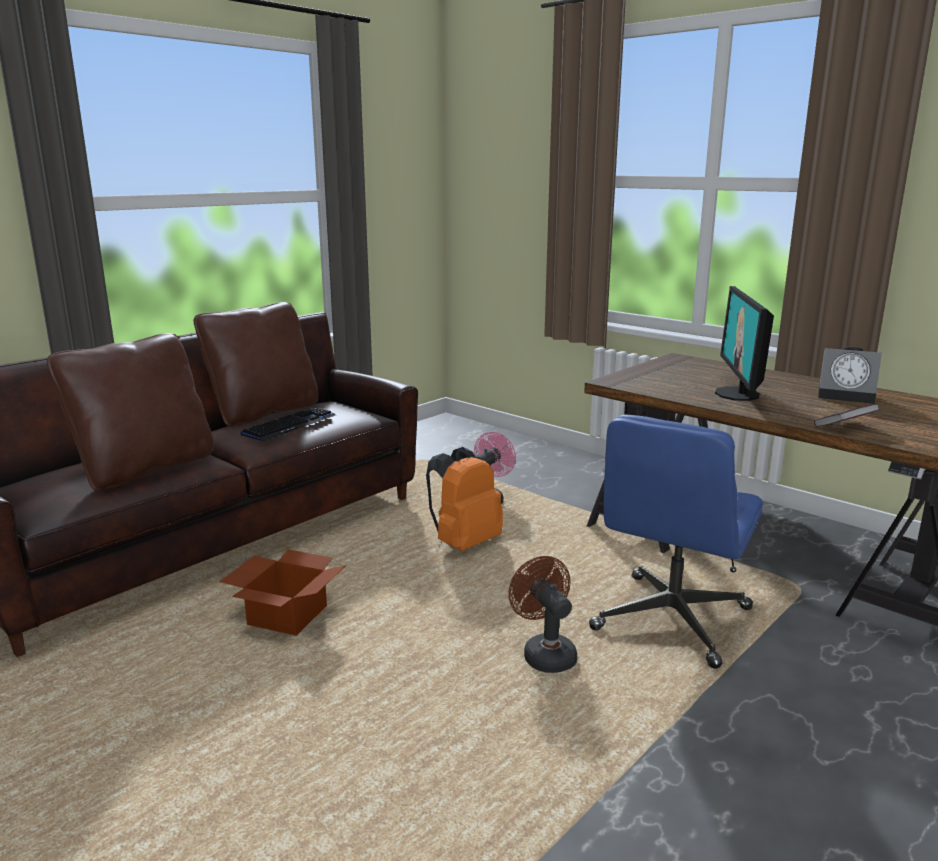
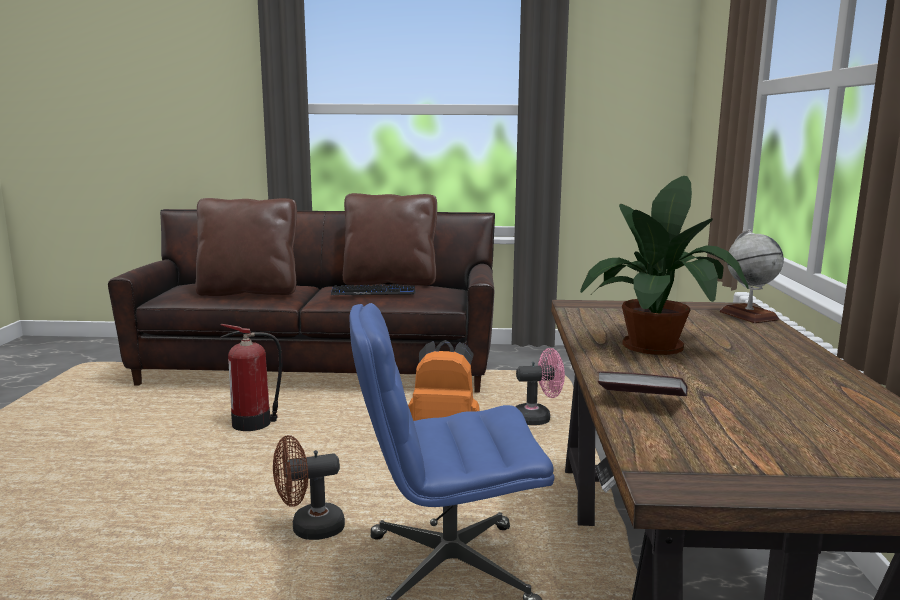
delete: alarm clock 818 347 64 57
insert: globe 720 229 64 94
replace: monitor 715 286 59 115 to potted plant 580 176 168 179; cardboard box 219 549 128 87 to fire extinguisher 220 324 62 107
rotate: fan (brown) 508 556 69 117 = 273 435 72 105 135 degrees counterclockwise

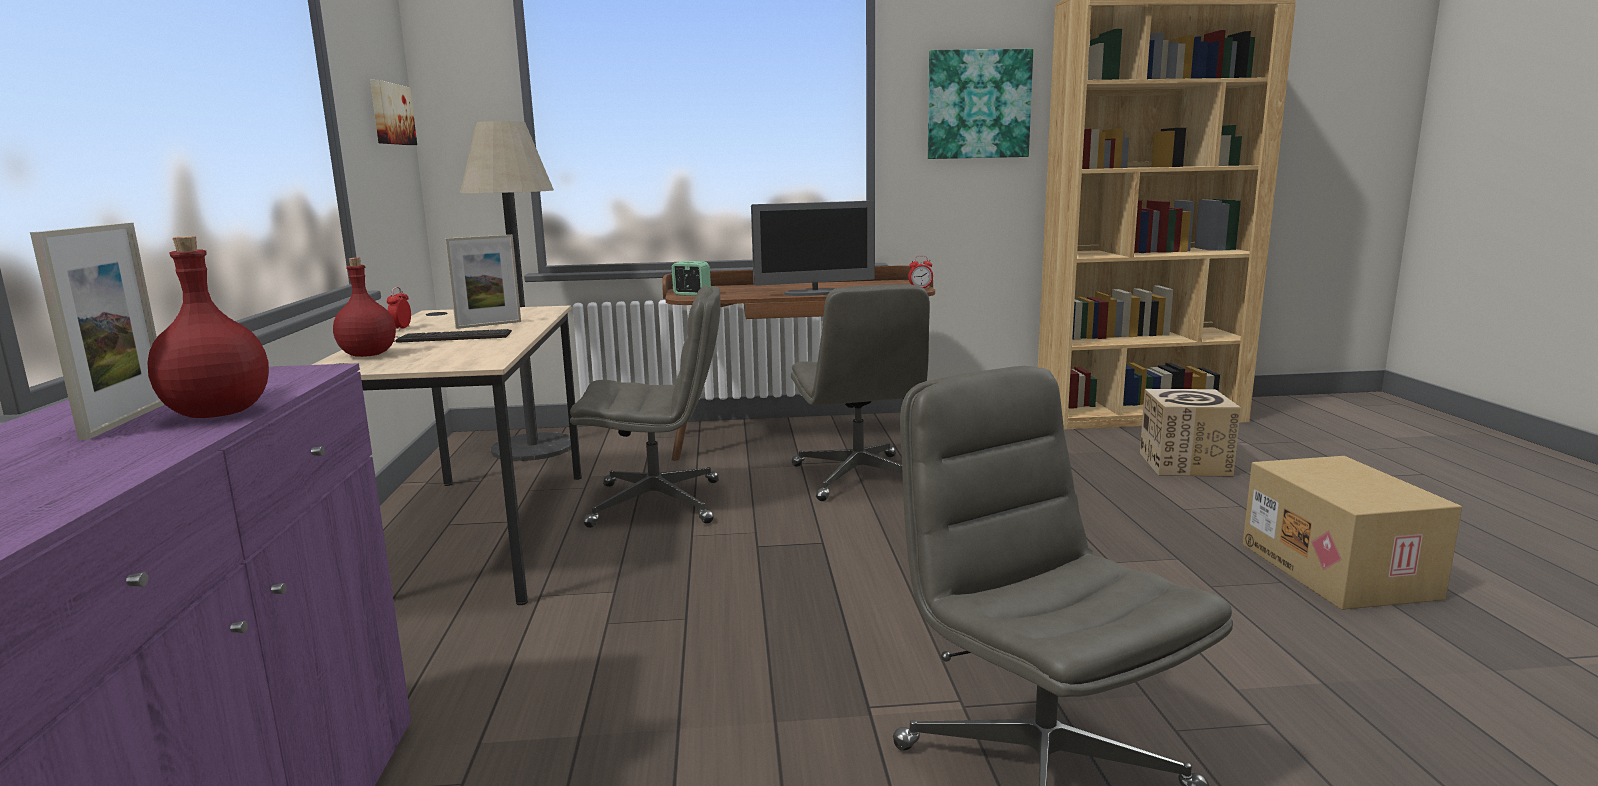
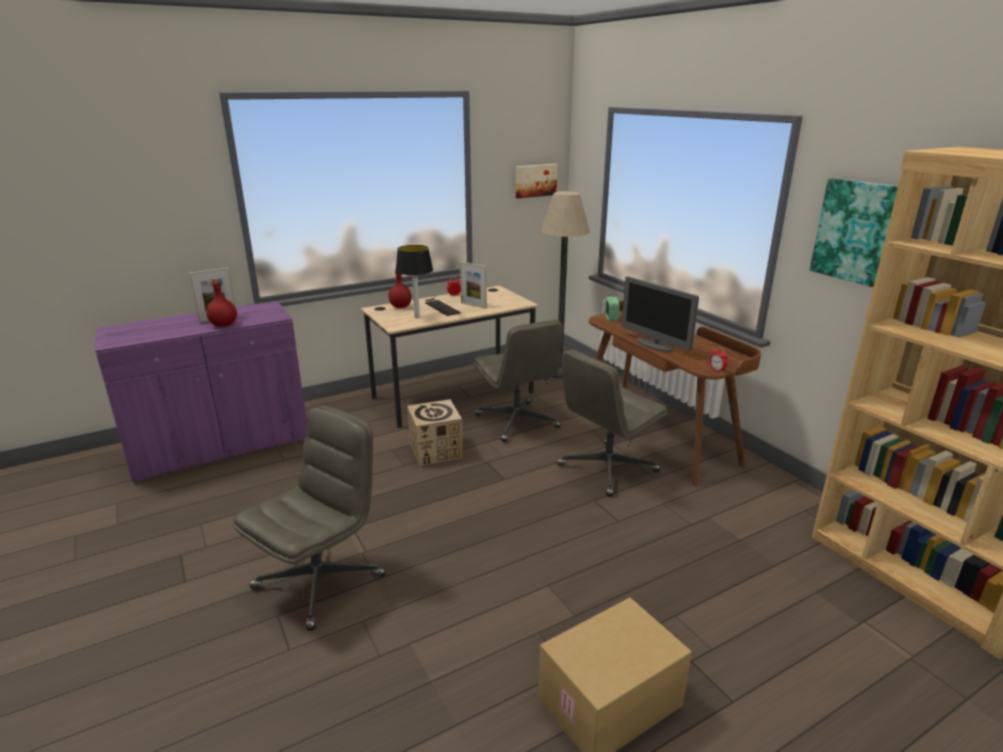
insert: table lamp 395 245 38 73
move: cardboard box 1140 389 101 88 to 407 399 55 67

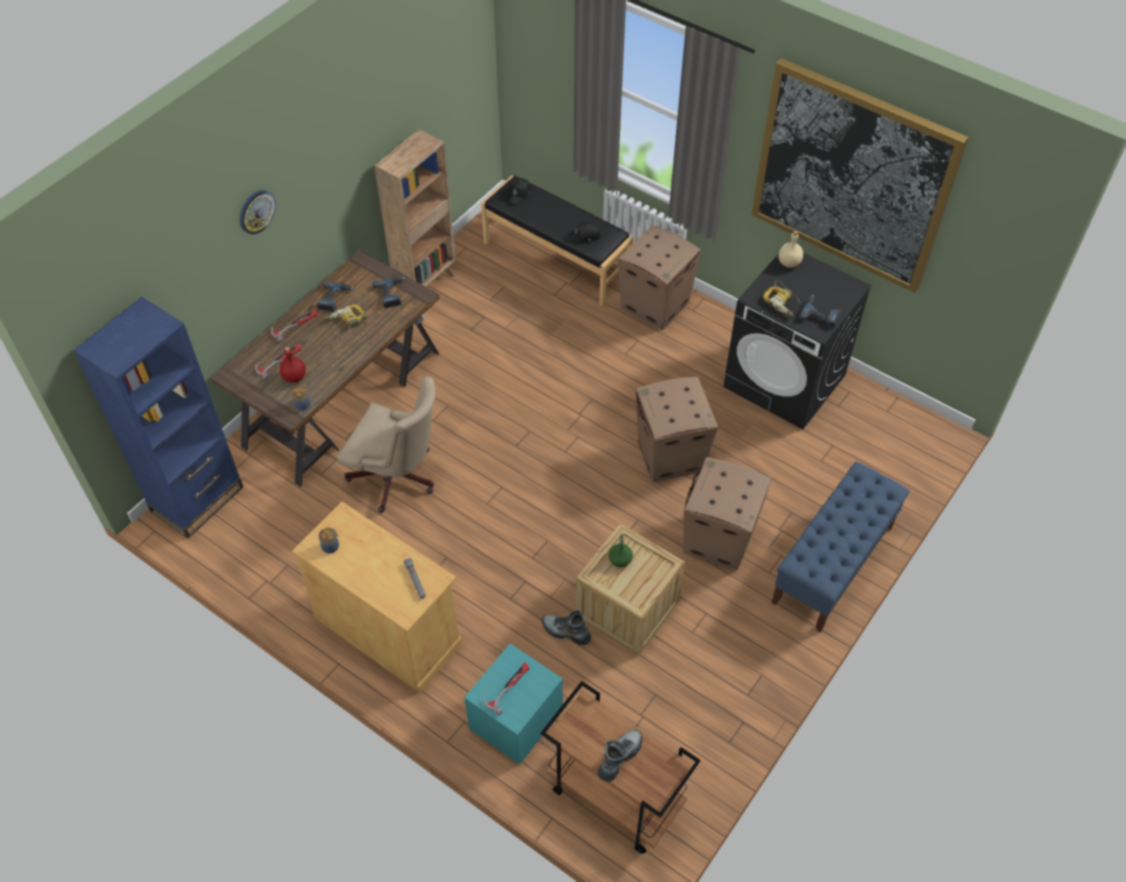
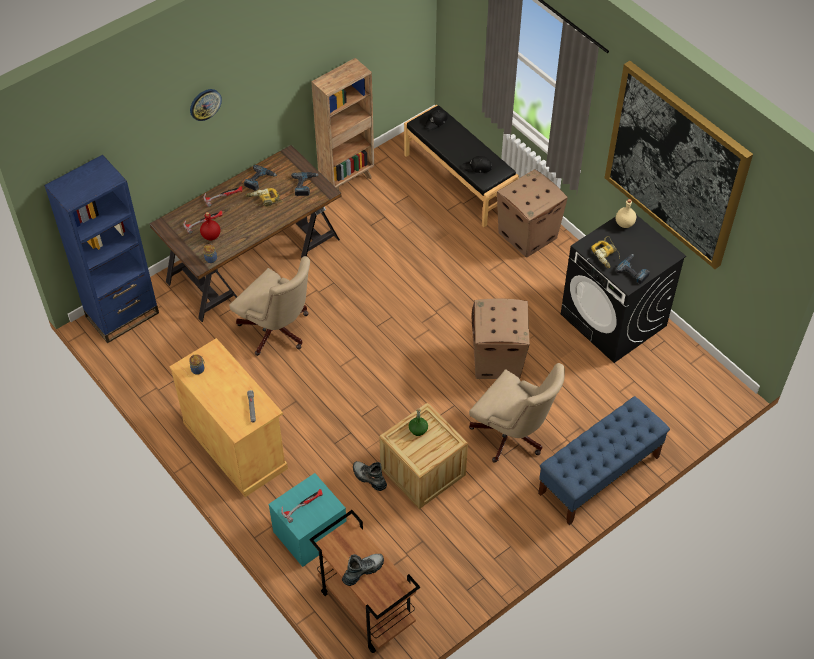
replace: cardboard box 683 457 88 114 to office chair (beige) 469 363 96 100

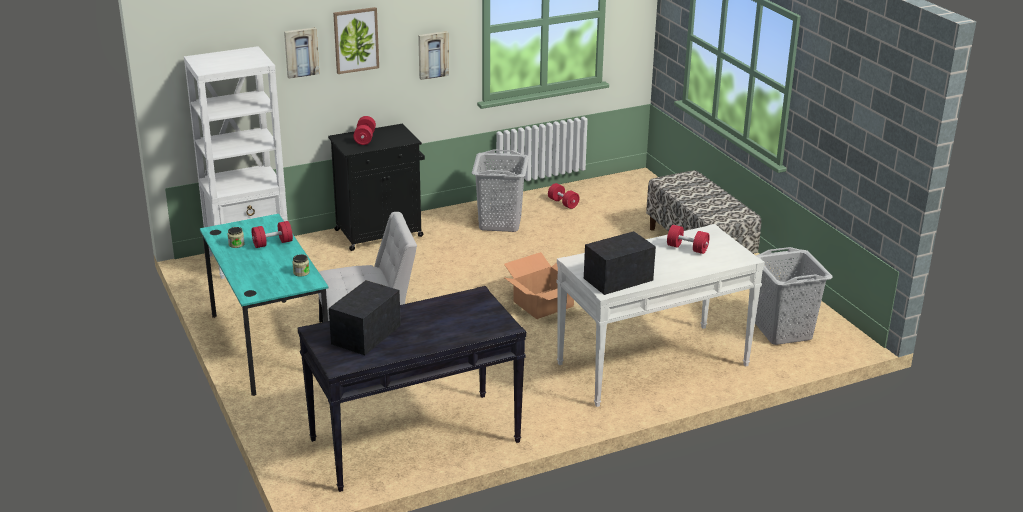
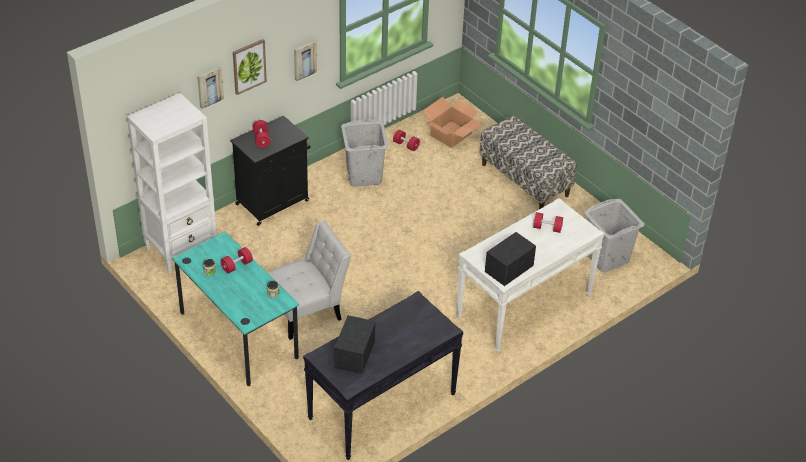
move: cardboard box 504 252 70 67 to 422 97 62 51

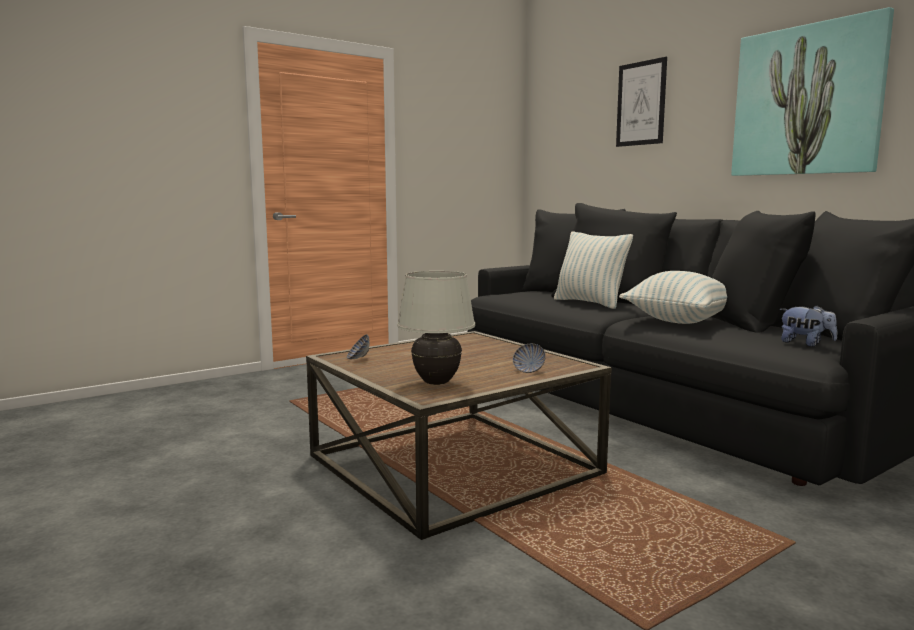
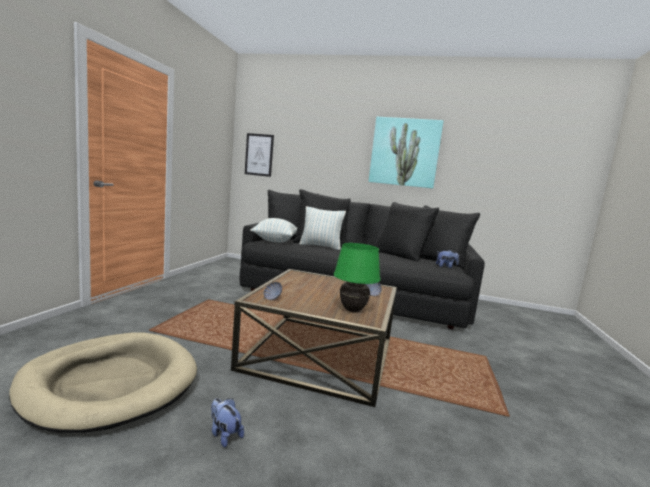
insert: dog bed (beige) 9 332 188 101; plush toy 211 398 33 50
move: picture 616 57 51 90 to 245 133 29 44; pillow 619 271 108 53 to 250 218 47 25
recolor: table lamp (white) 397 271 78 114 to table lamp (green) 334 243 46 69

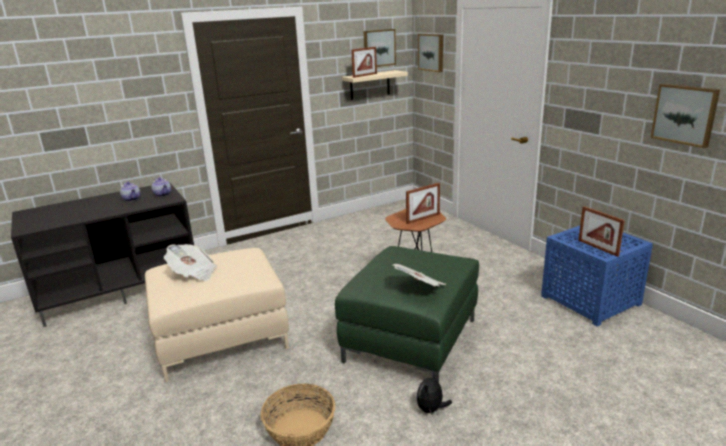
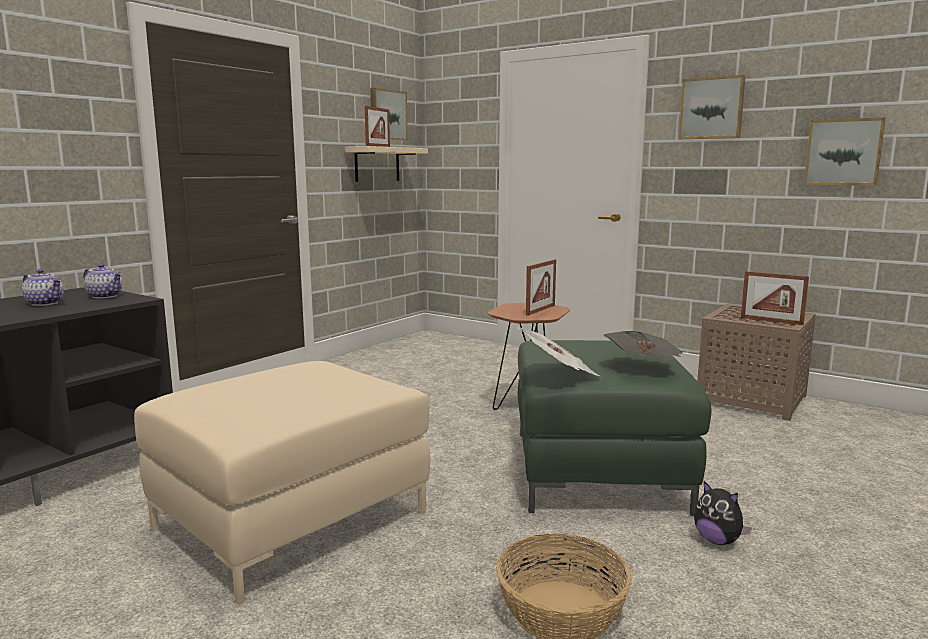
move: picture 418 34 25 38 to 679 75 66 64; newspaper 164 244 53 37 to 517 327 82 49
recolor: side table (blue) 541 226 112 100 to side table (brown) 697 304 119 117
rotate: plush toy 416 372 36 42 = 694 481 58 64 45 degrees counterclockwise

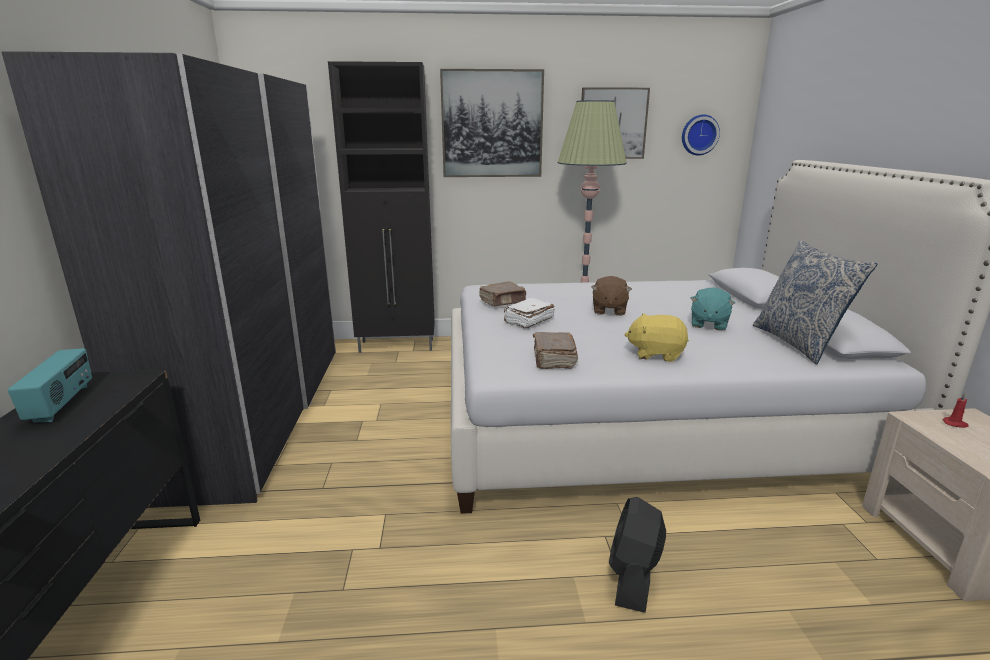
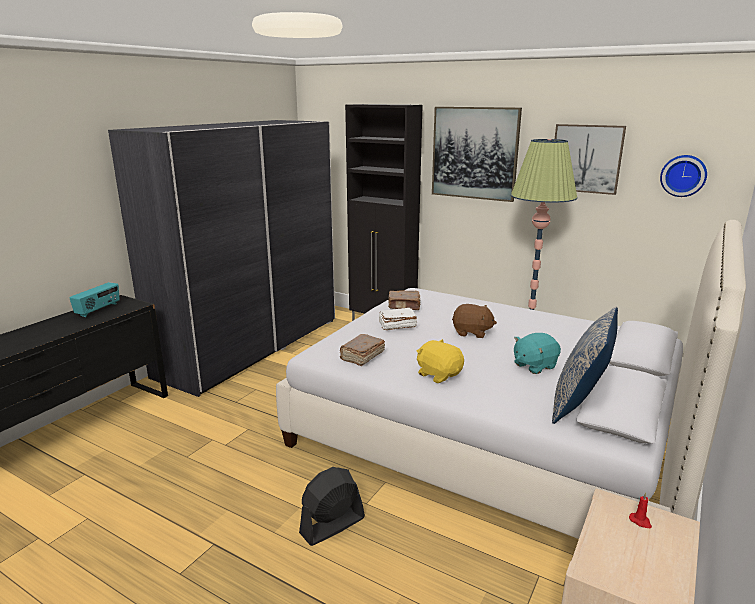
rotate: plush toy (brown) 592 276 40 40 = 452 304 45 34 120 degrees counterclockwise

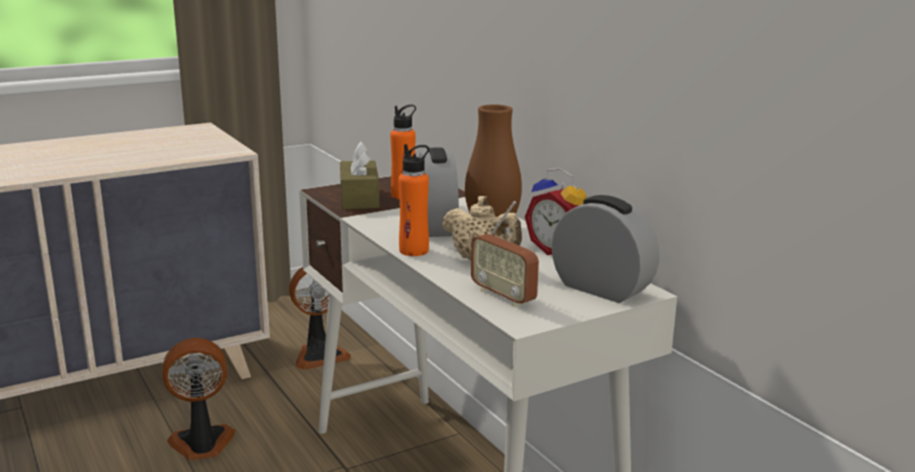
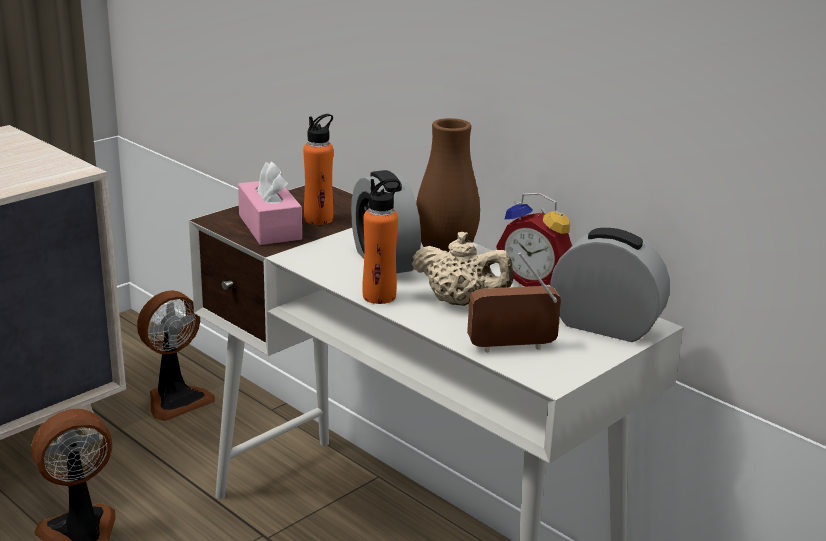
recolor: tissue box (brown) 340 142 39 67 to tissue box (pink) 238 161 64 84
rotate: radio 471 201 68 106 = 467 252 94 101 135 degrees clockwise

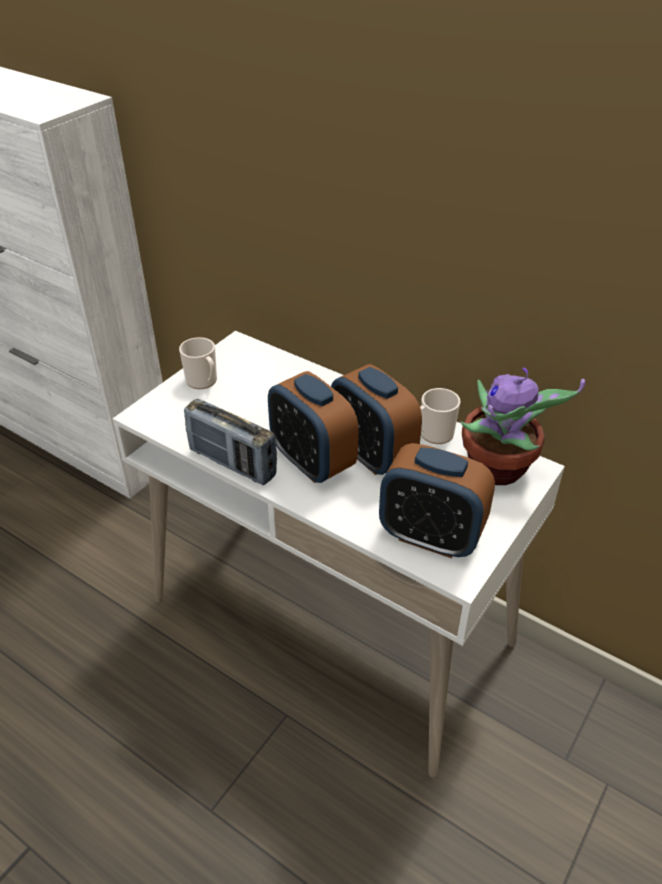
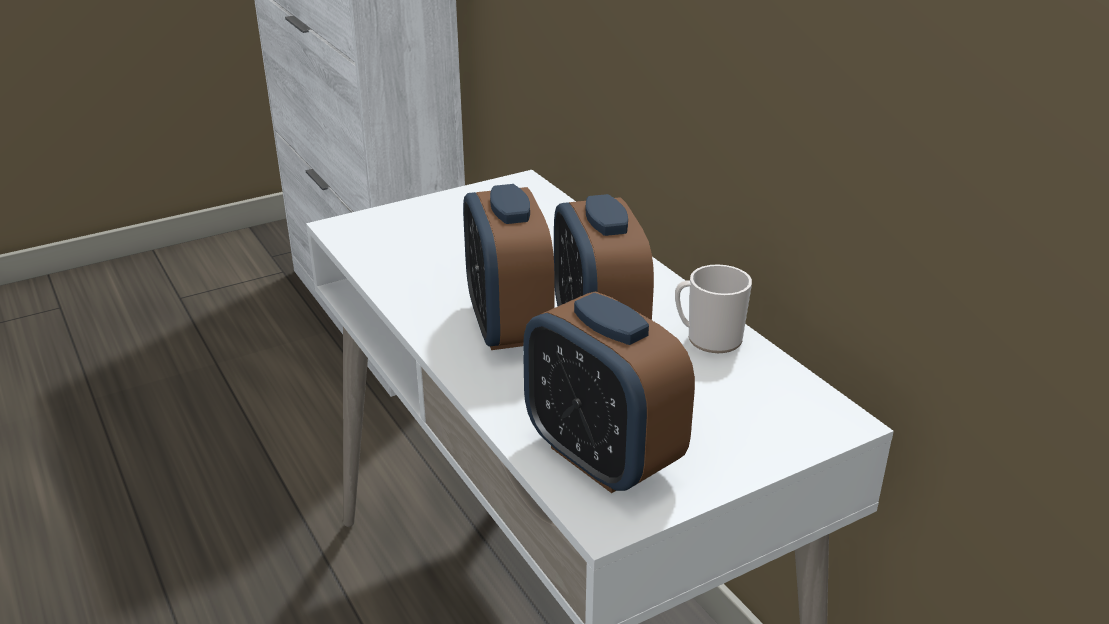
delete: mug 179 337 38 52; potted plant 461 368 124 117; radio 184 399 93 86

